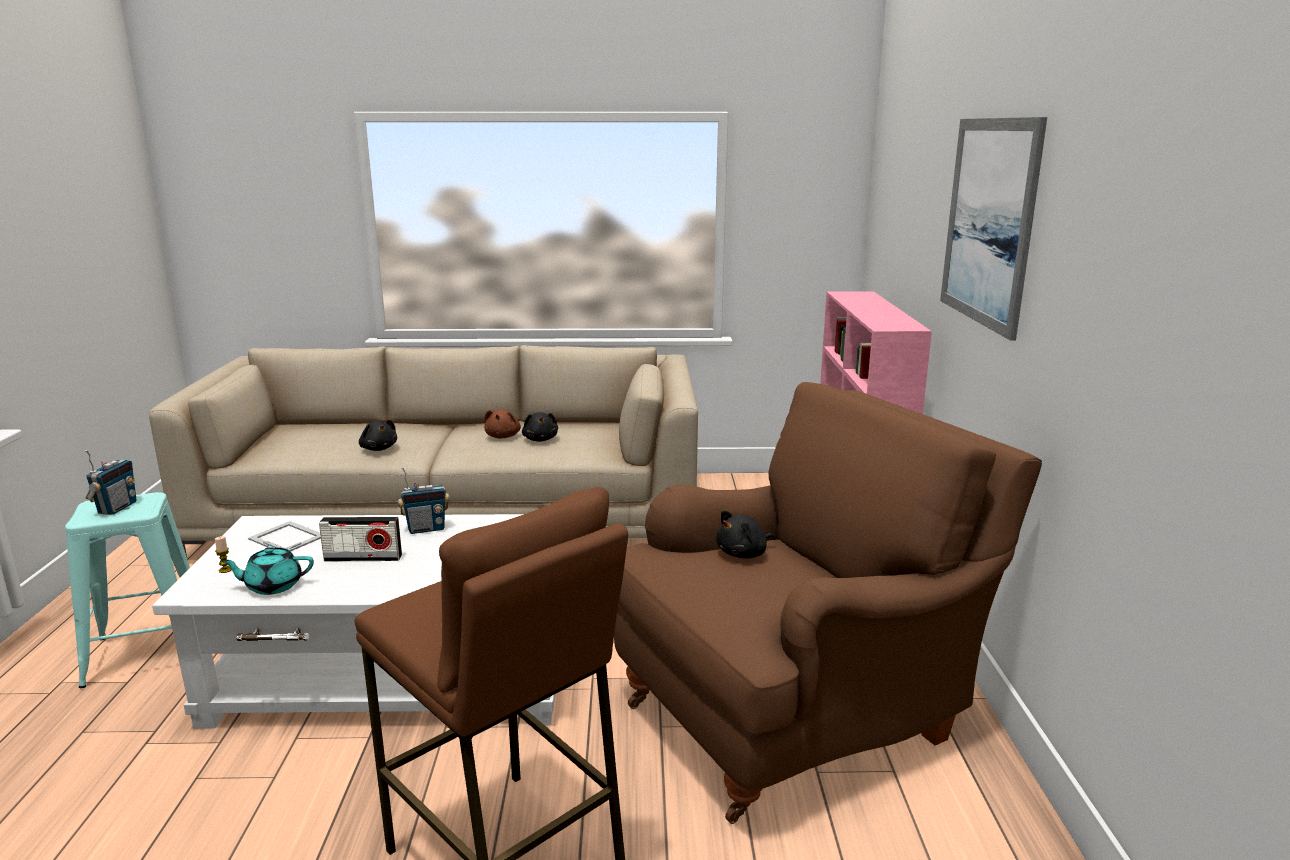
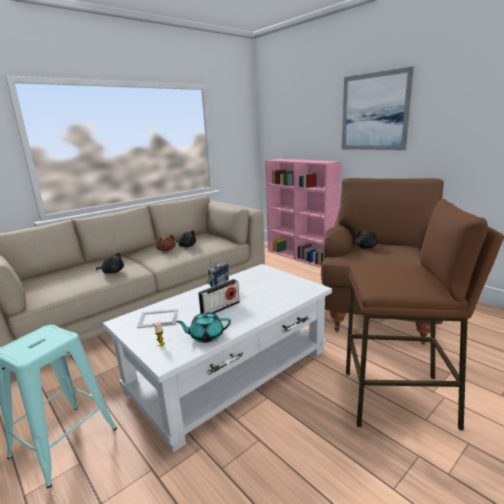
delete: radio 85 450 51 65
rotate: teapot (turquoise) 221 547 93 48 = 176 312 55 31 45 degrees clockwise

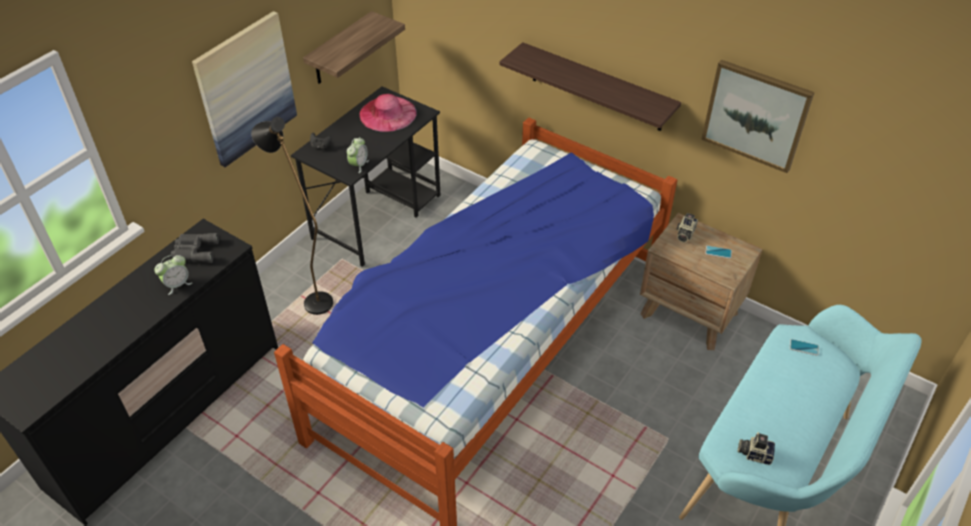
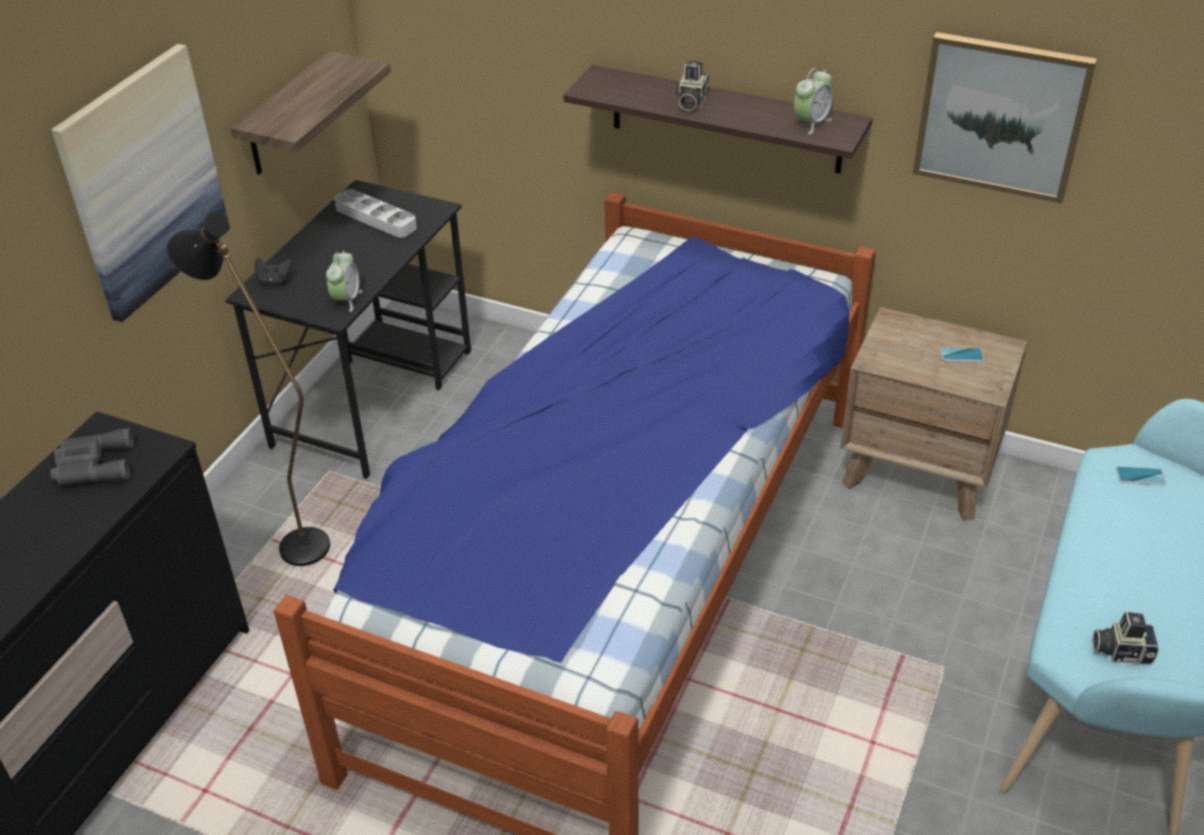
move: photo camera 676 213 22 30 to 676 61 33 50; alarm clock 154 255 38 40 to 794 68 39 66
replace: hat (pink) 360 94 56 38 to tray (grey) 334 189 83 49

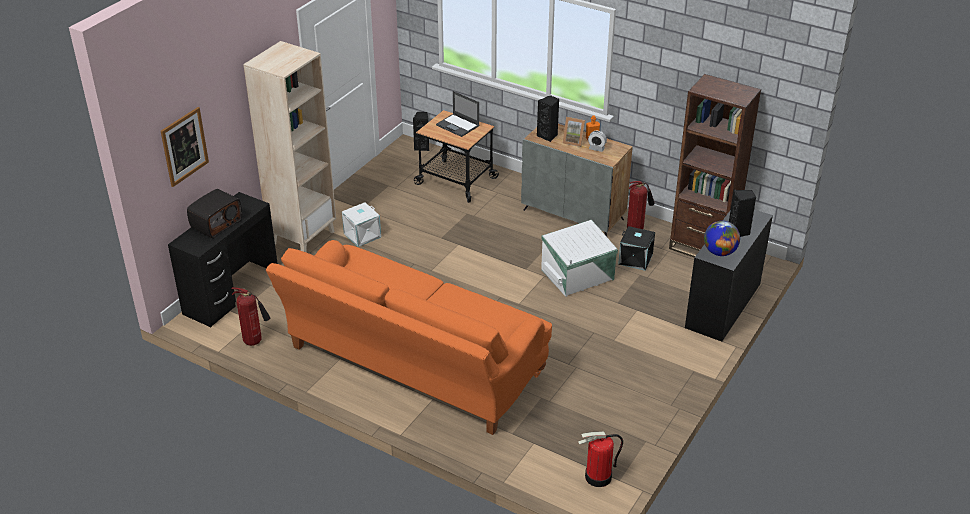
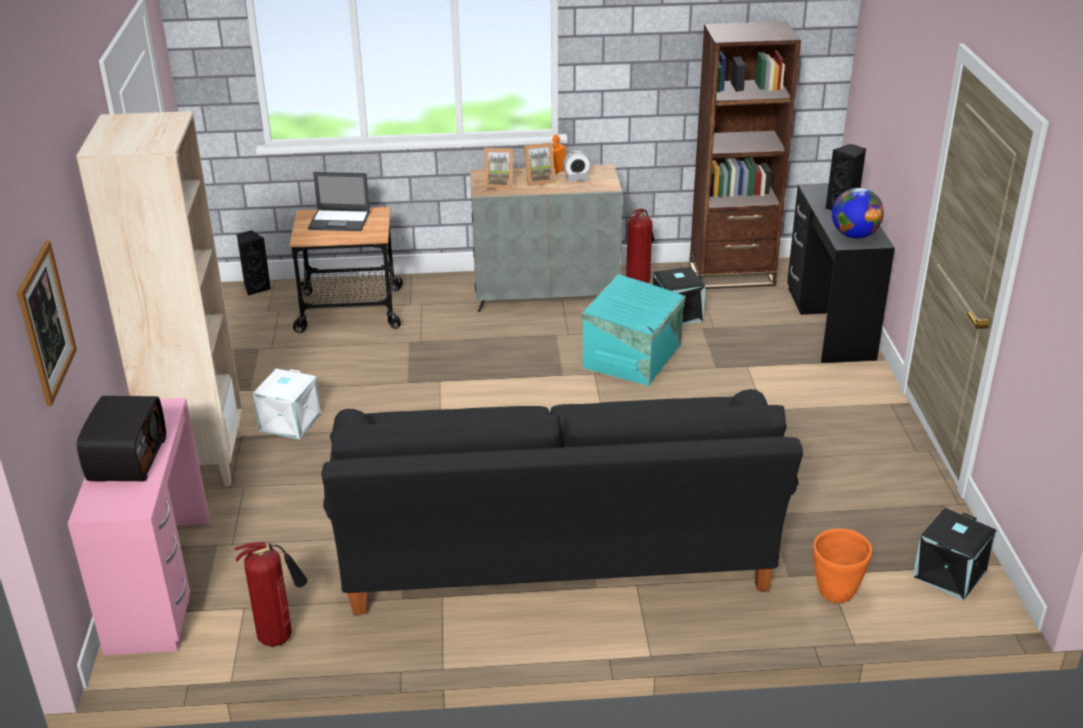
insert: planter (orange) 813 528 59 75
replace: speaker (black) 537 95 22 47 to picture frame 484 148 30 42; fire extinguisher 578 431 45 56 to storage box (black) 913 508 84 92
recolor: desk (black) 168 192 110 135 to desk (pink) 67 398 143 257; storage box (white) 541 220 77 77 to storage box (turquoise) 582 274 103 112; sofa (orange) 266 240 286 195 to sofa (black) 321 389 482 226

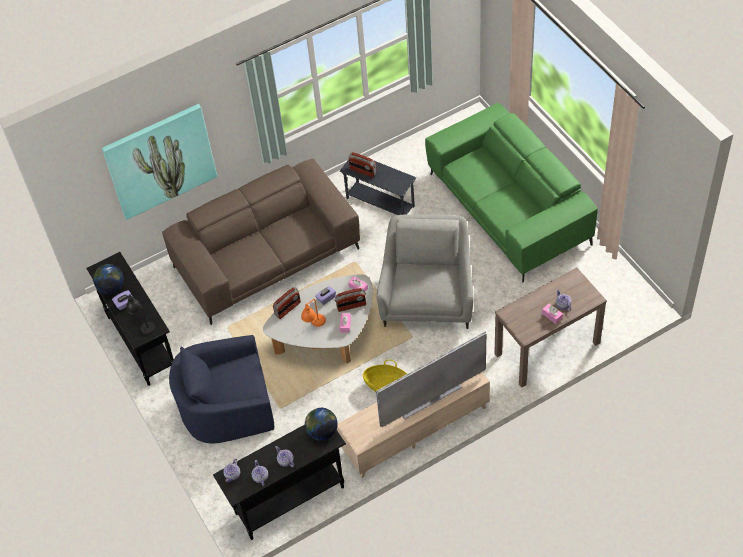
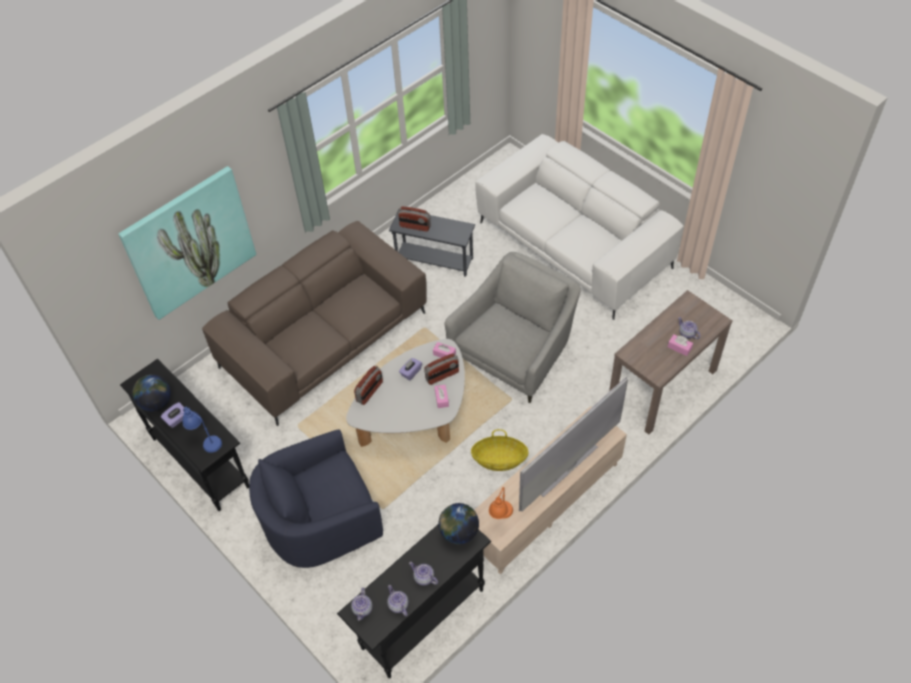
move: table lamp (orange) 301 299 25 28 to 489 487 24 32
recolor: sofa (green) 425 103 173 180 to sofa (white) 475 134 208 186; table lamp (black) 124 294 32 41 to table lamp (blue) 181 407 41 46
rotate: armchair (grey) 376 215 97 114 = 444 252 137 151 45 degrees clockwise

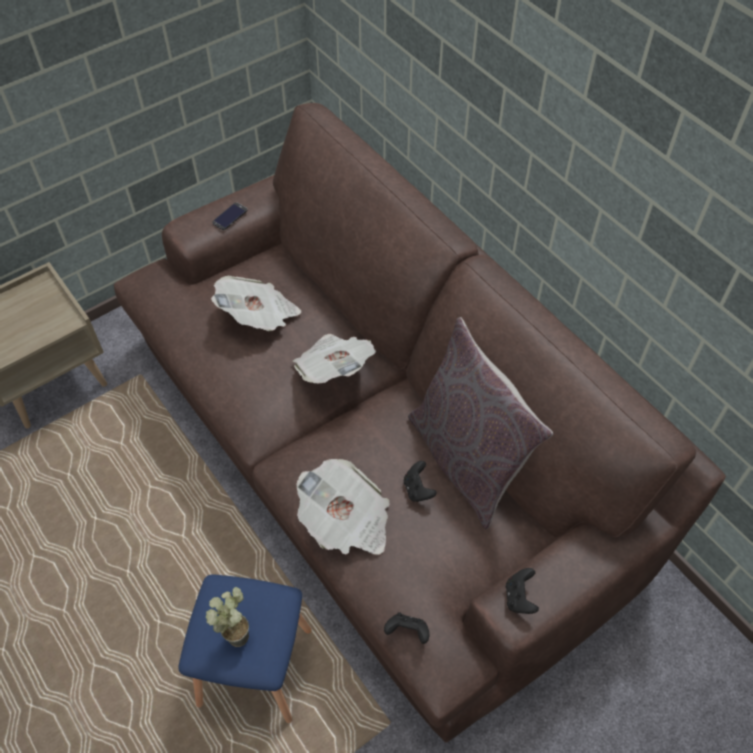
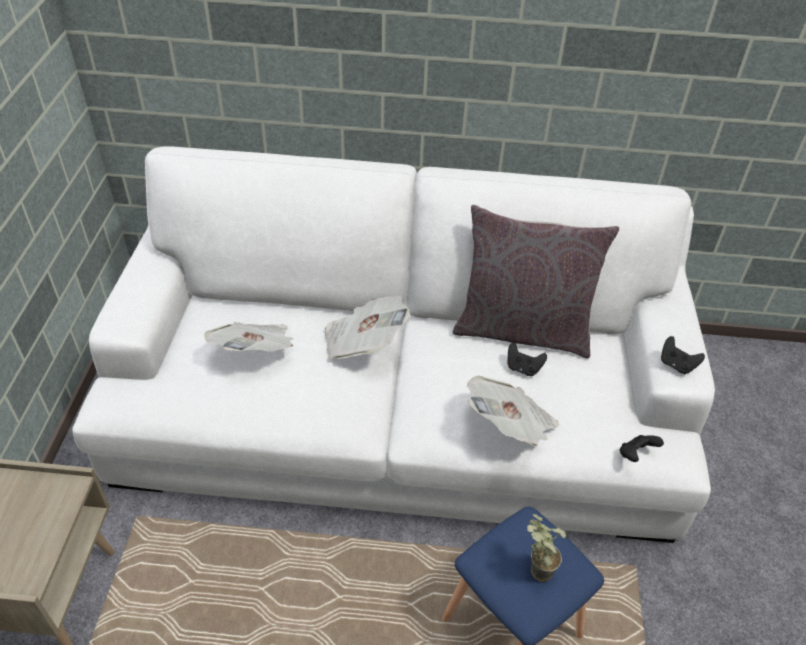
delete: phone 212 202 35 28
recolor: sofa (brown) 114 103 612 640 to sofa (white) 73 146 642 397

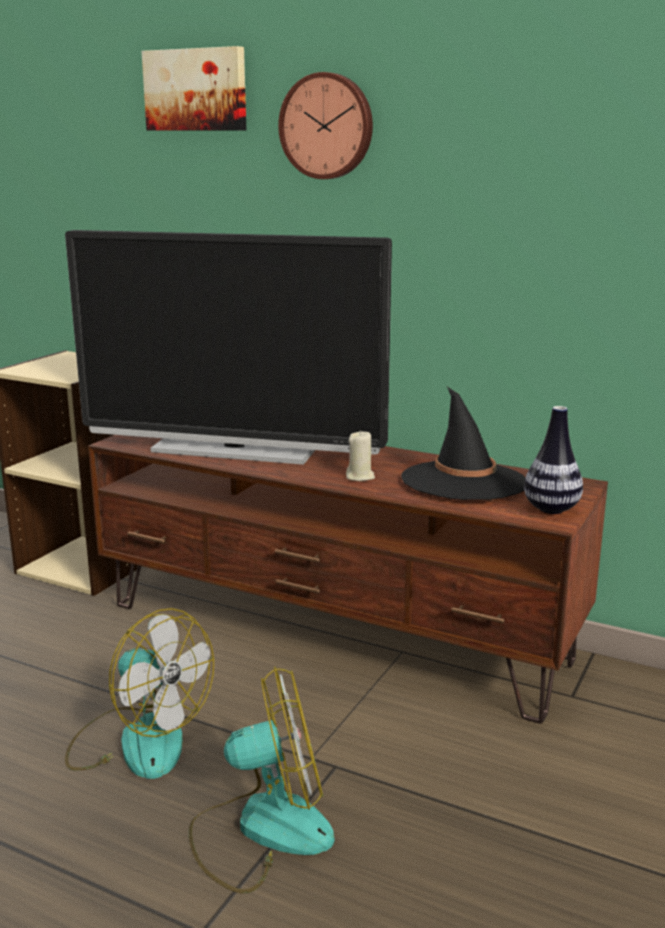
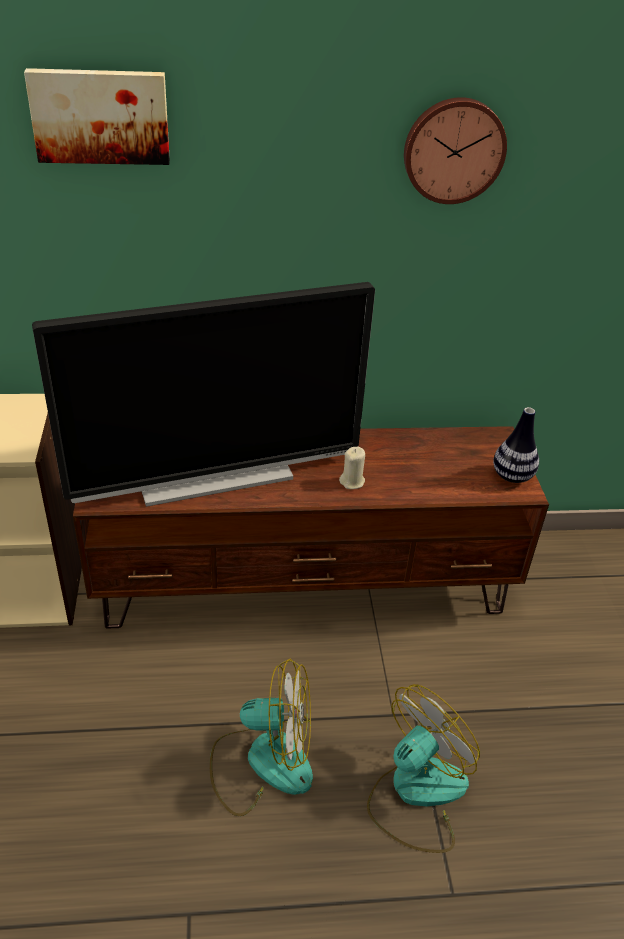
delete: hat (black) 401 387 125 113
move: wall clock 278 72 95 107 to 404 97 103 107

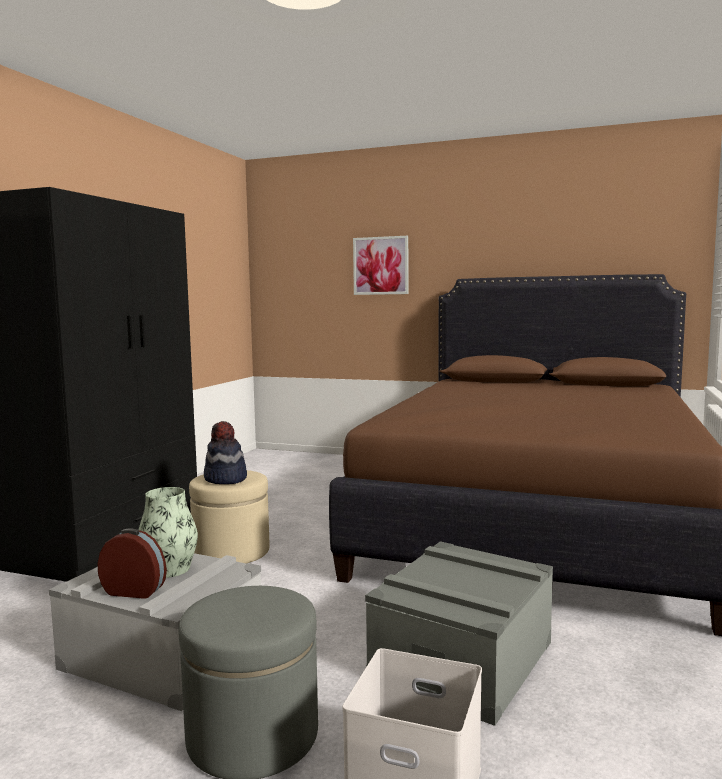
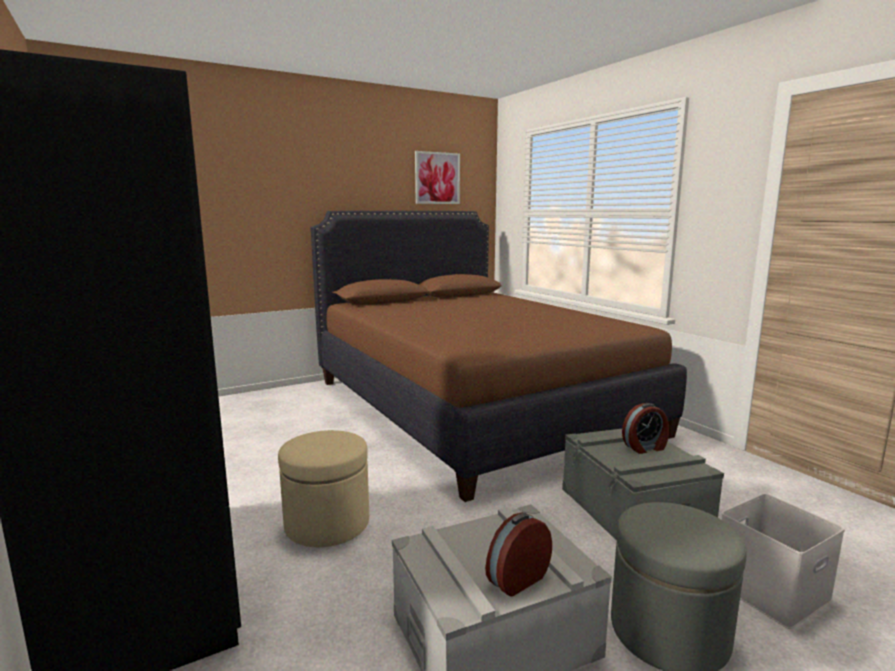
delete: hat 204 421 43 63; vase 138 487 60 91
insert: alarm clock 622 403 47 51
move: picture 353 236 56 59 to 415 151 45 53

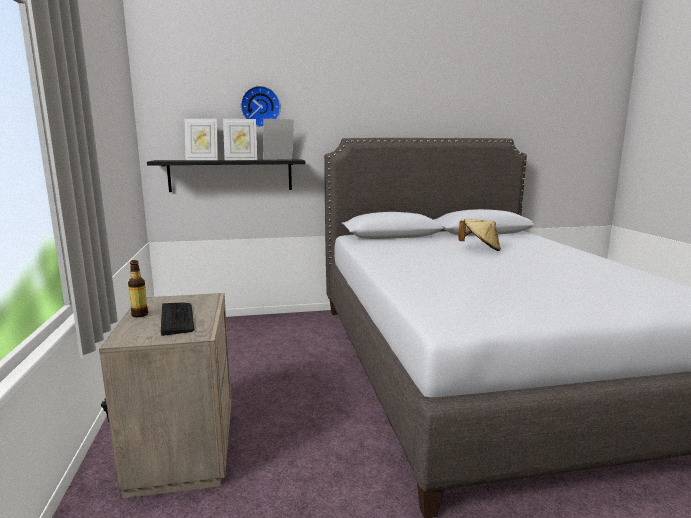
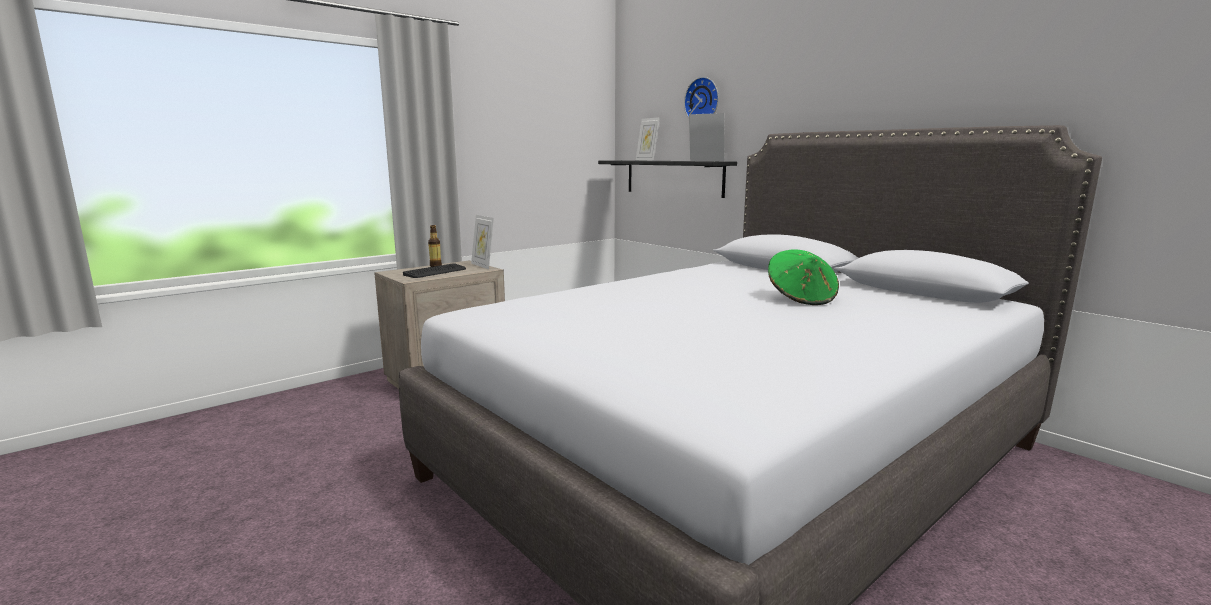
move: picture frame 223 119 34 41 to 471 215 23 54
recolor: hat (beige) 458 219 43 32 to hat (green) 768 249 71 56

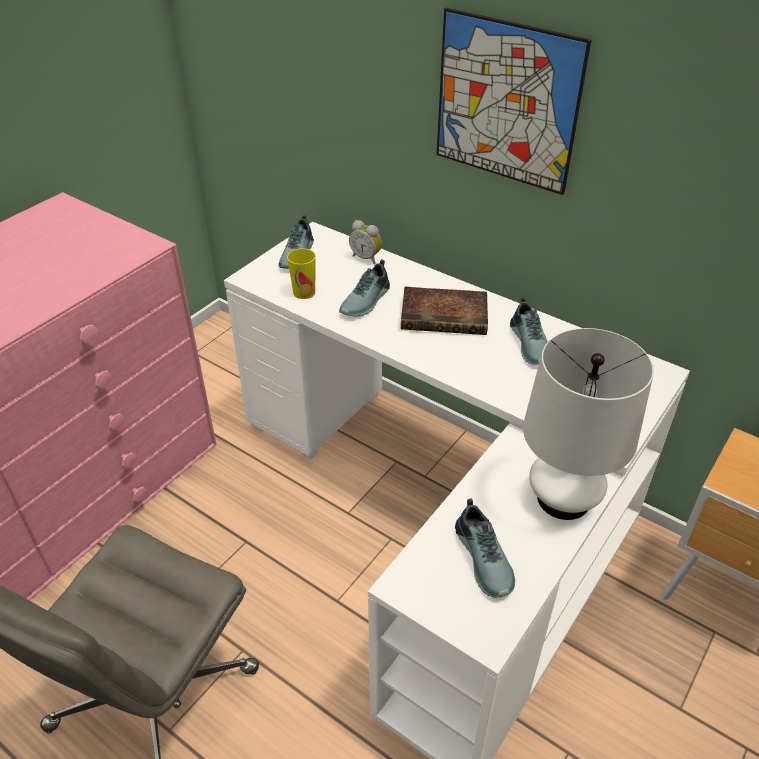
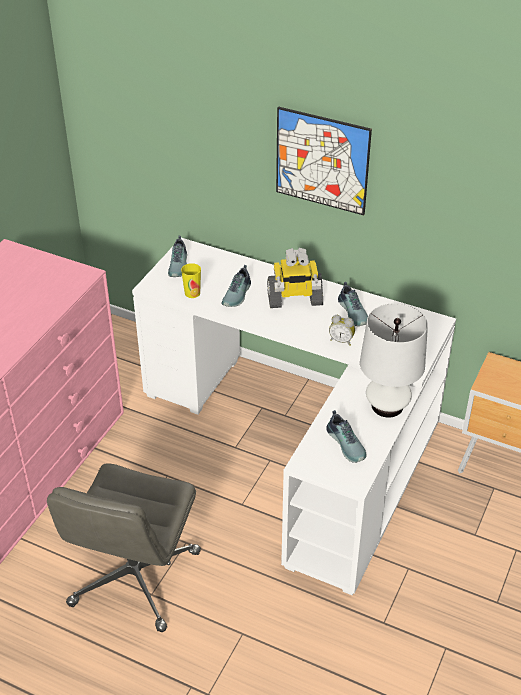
move: alarm clock 349 220 33 44 to 329 315 26 31
replace: book 401 287 87 48 to toy robot 267 248 56 60

